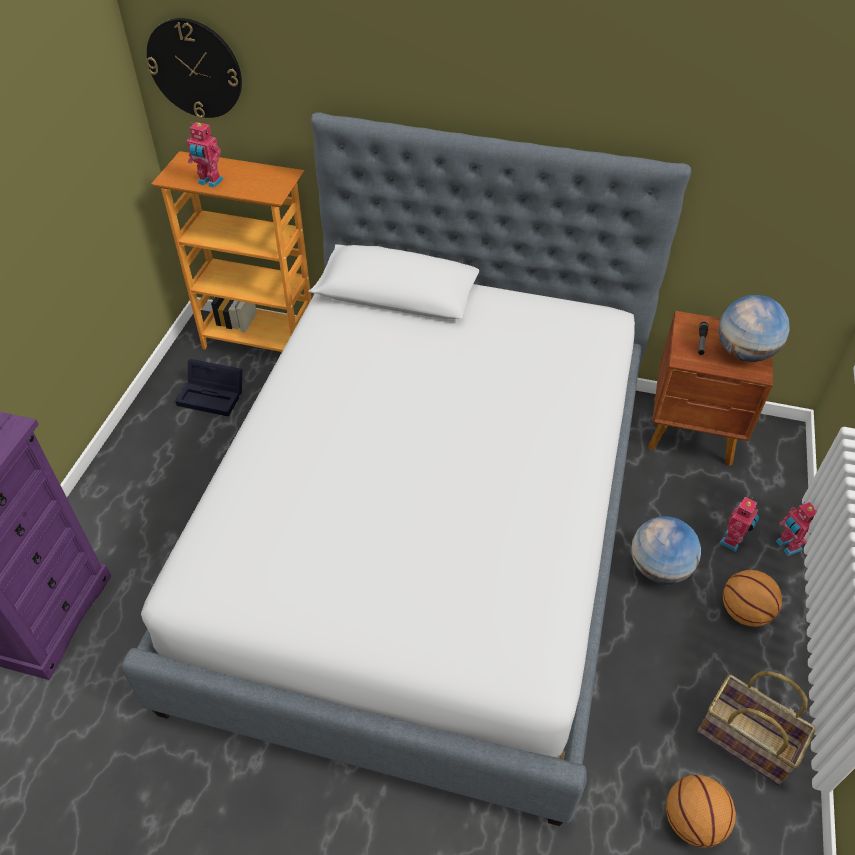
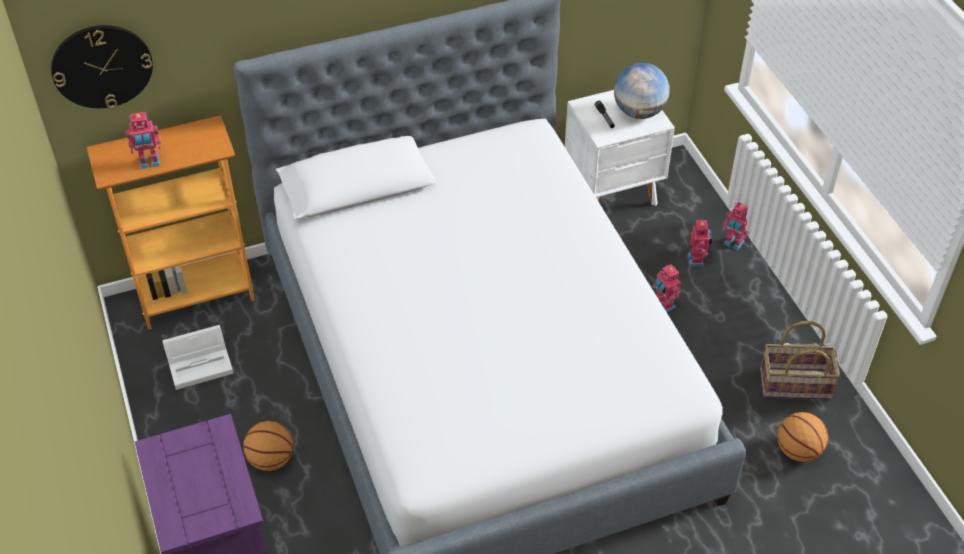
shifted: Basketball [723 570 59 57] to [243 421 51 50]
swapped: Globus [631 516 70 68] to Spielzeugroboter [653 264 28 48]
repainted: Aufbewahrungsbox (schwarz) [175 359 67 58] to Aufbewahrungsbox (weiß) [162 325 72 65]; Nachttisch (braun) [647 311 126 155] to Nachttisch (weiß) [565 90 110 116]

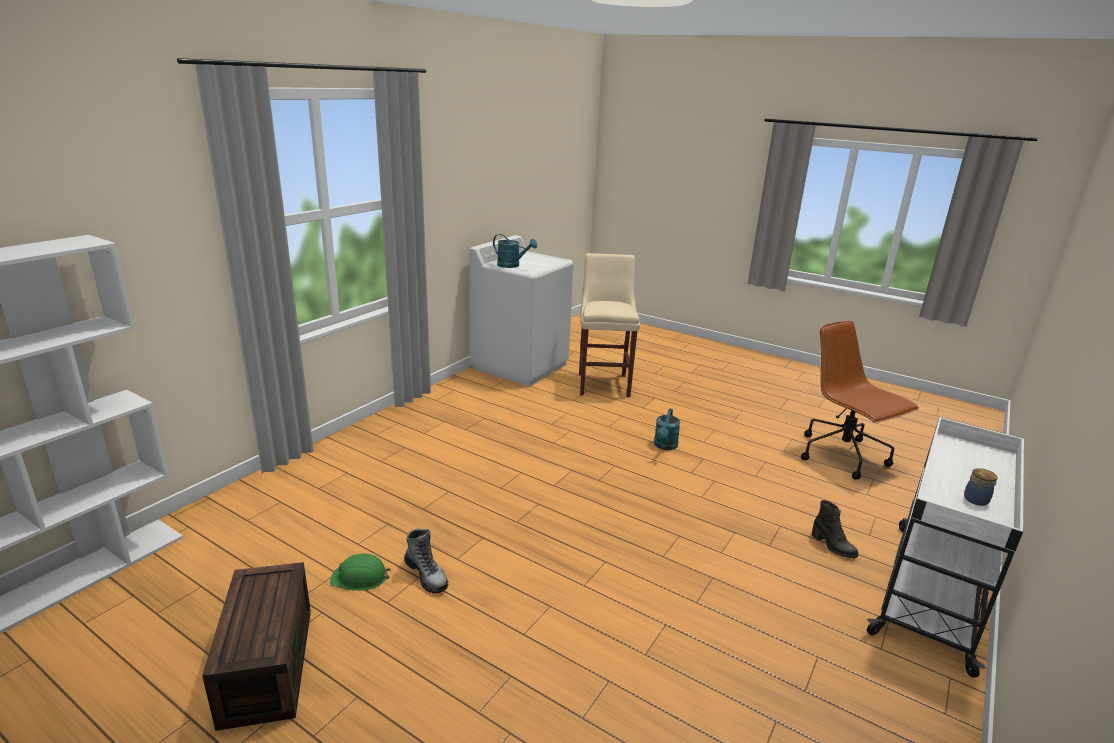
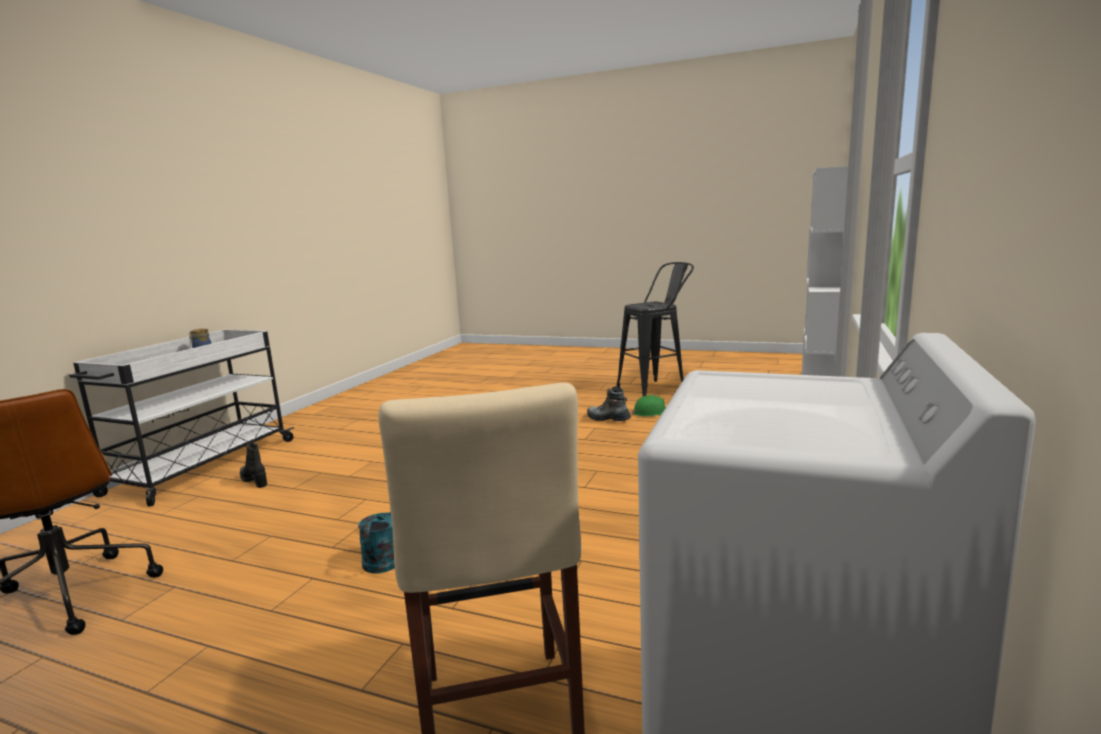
gone: Gießkanne (türkis) [493 234 44 34]
swapped: Aufbewahrungsbox (braun) [202 562 109 169] to Hocker (schwarz) [617 262 77 134]

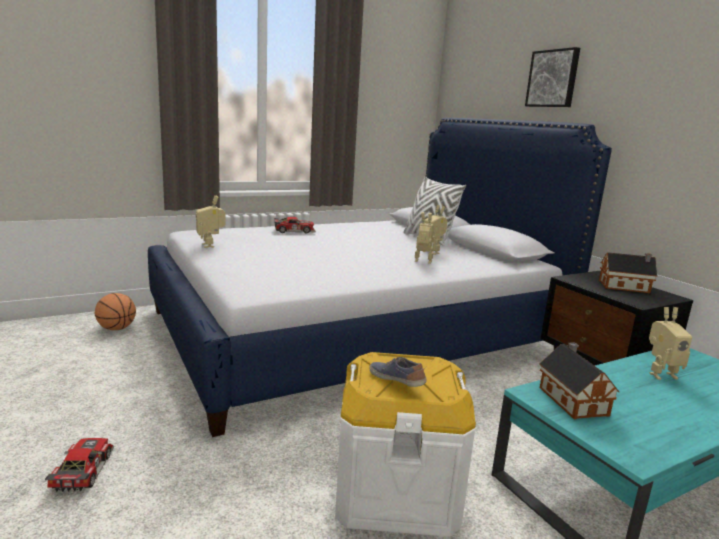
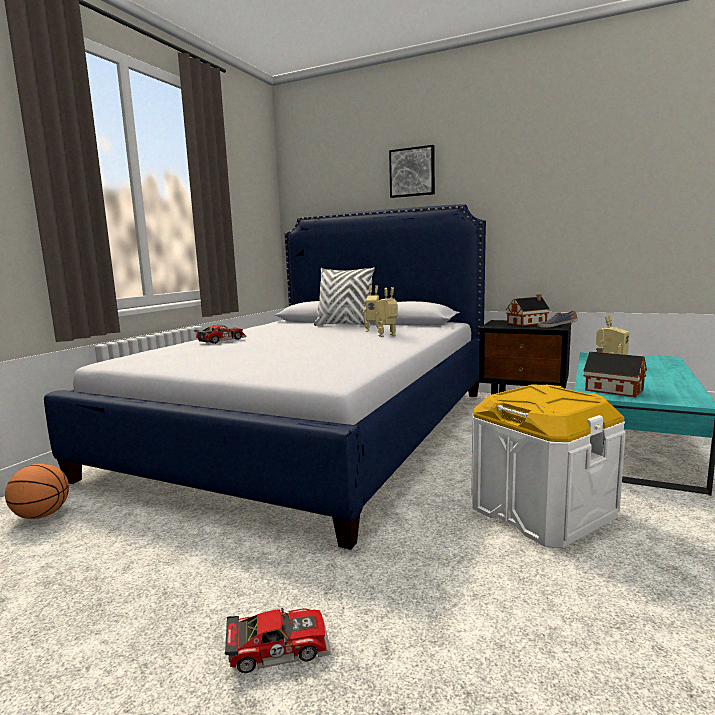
gone: Spielzeugroboter [196 195 30 53]
shifted: Schuh [369 357 58 30] to [537 310 41 18]
rotated: Spielzeugauto [45 438 69 54] = [225 608 106 65] 120 degrees clockwise

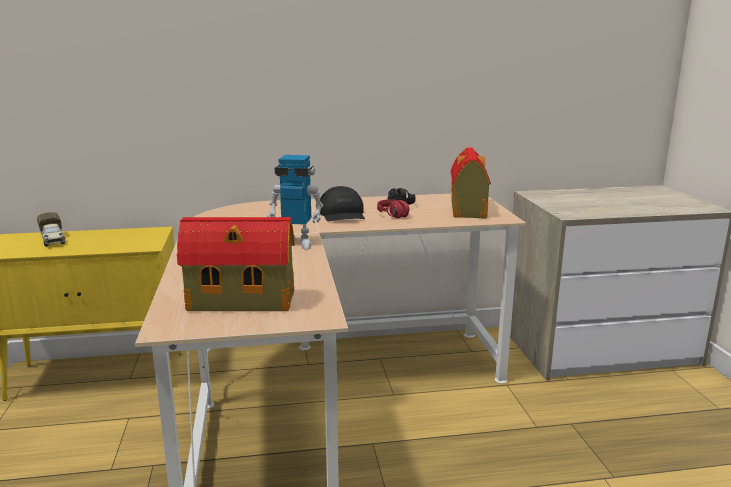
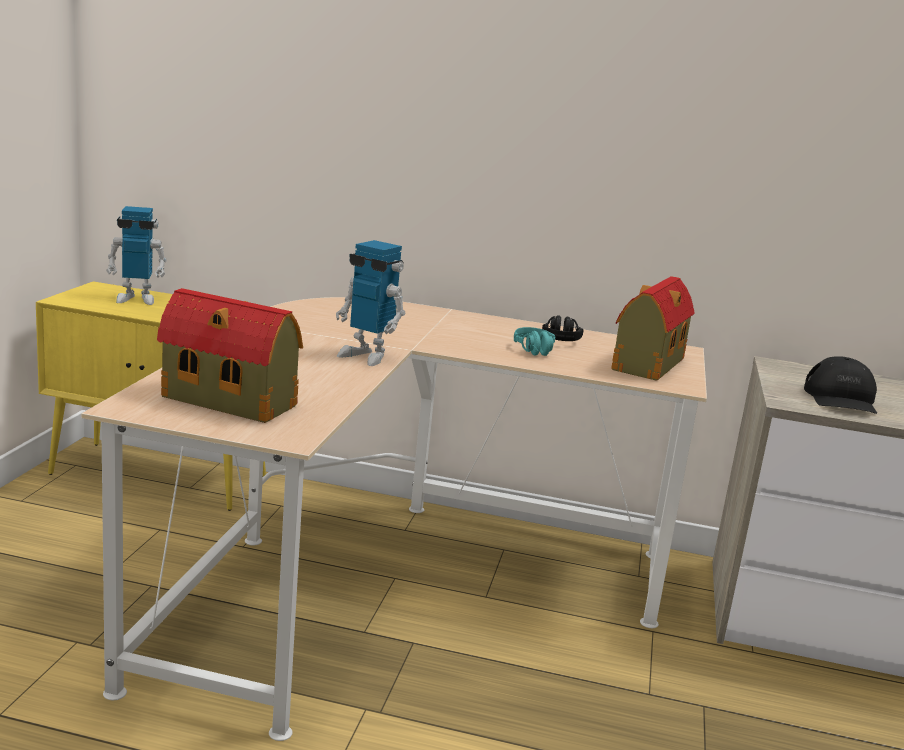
shifted: Kappe (schwarz) [320 186 45 35] to [804 356 73 58]
swapped: Spielzeuglaster [37 212 28 35] to Spielzeugroboter [106 206 61 99]
repainted: Kopfhörer (rot) [377 199 33 19] to Kopfhörer (türkis) [514 327 41 29]

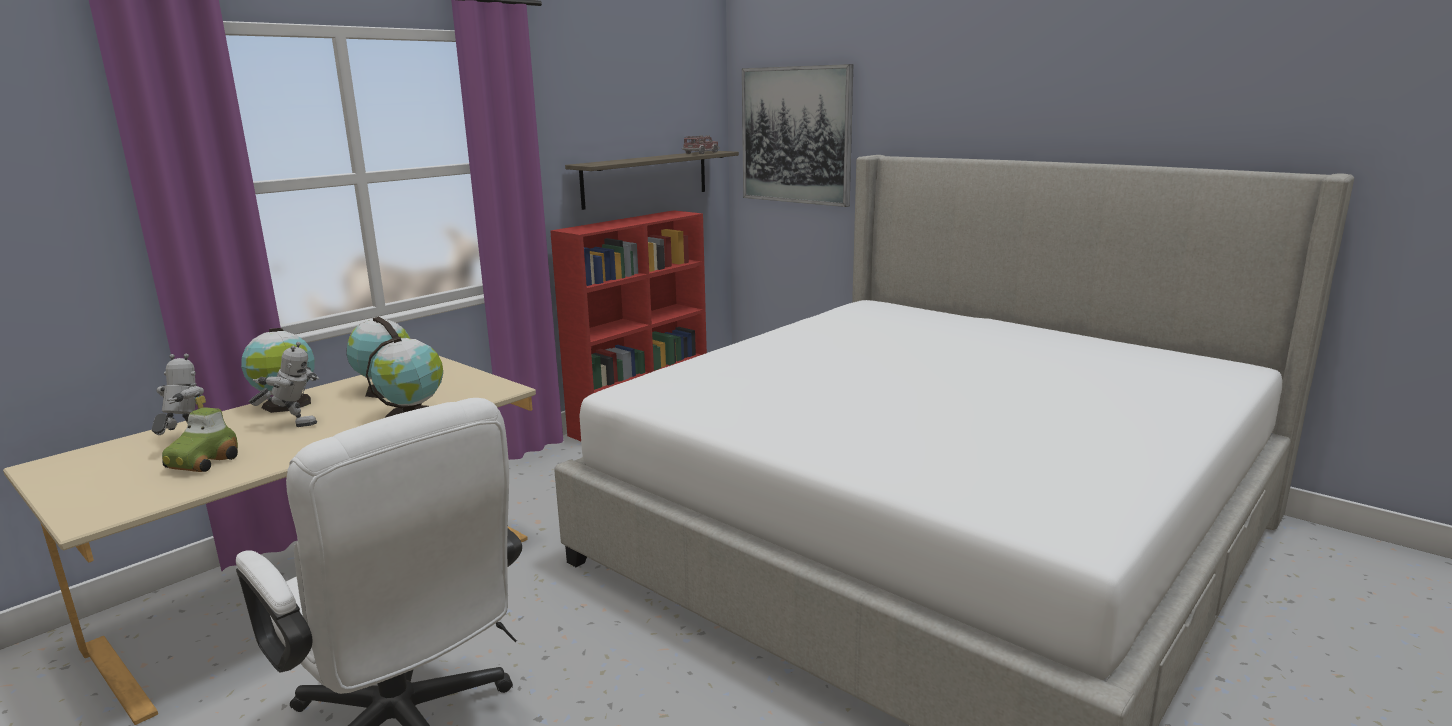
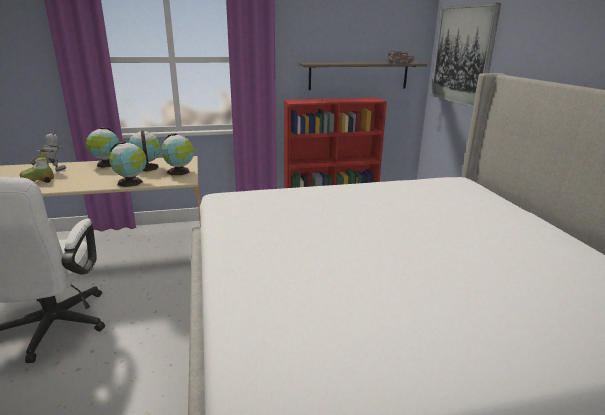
gone: Spielzeugroboter [249 342 71 85]
new: Globus [162 134 32 41]

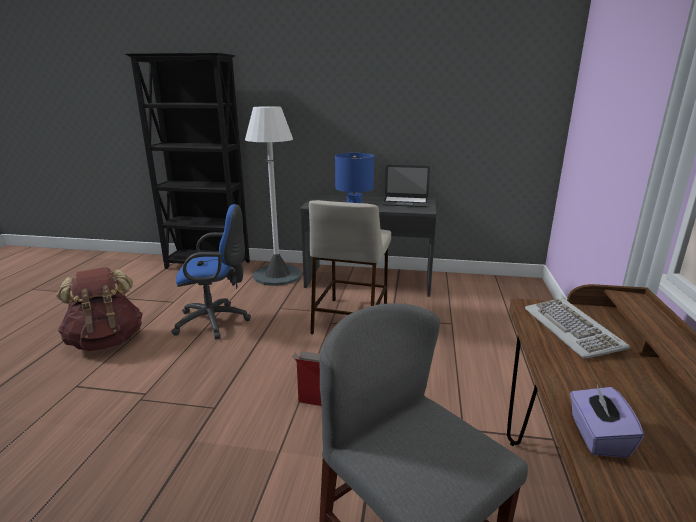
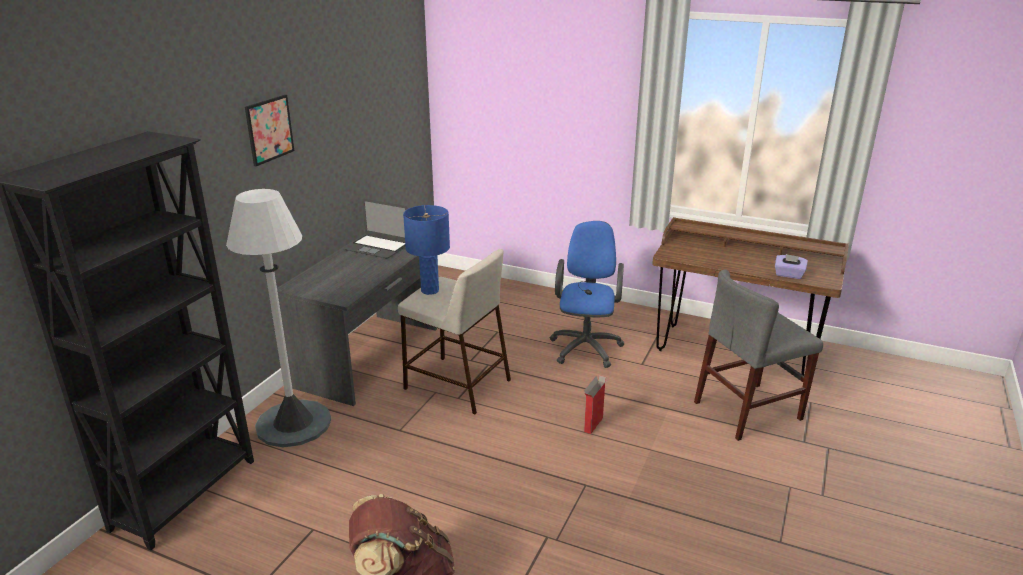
gone: Tastatur [525 298 105 61]
new: Bild [245 95 49 71]
shifted: Bürostuhl (blau) [171 204 80 135] to [550 221 74 147]
rotated: Laptop [382 165 48 42] = [343 199 64 59] 90 degrees clockwise

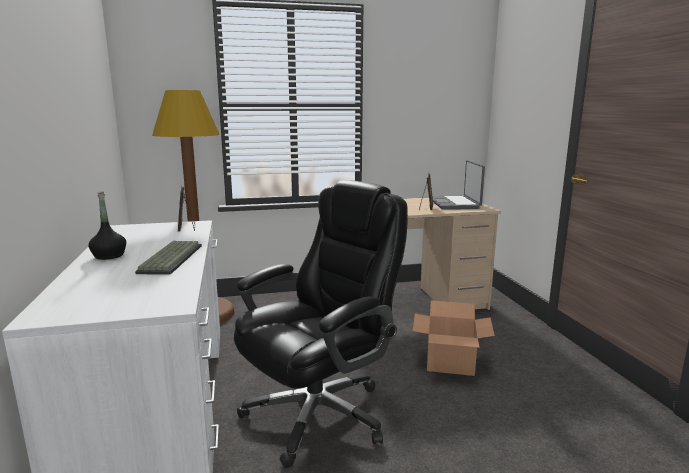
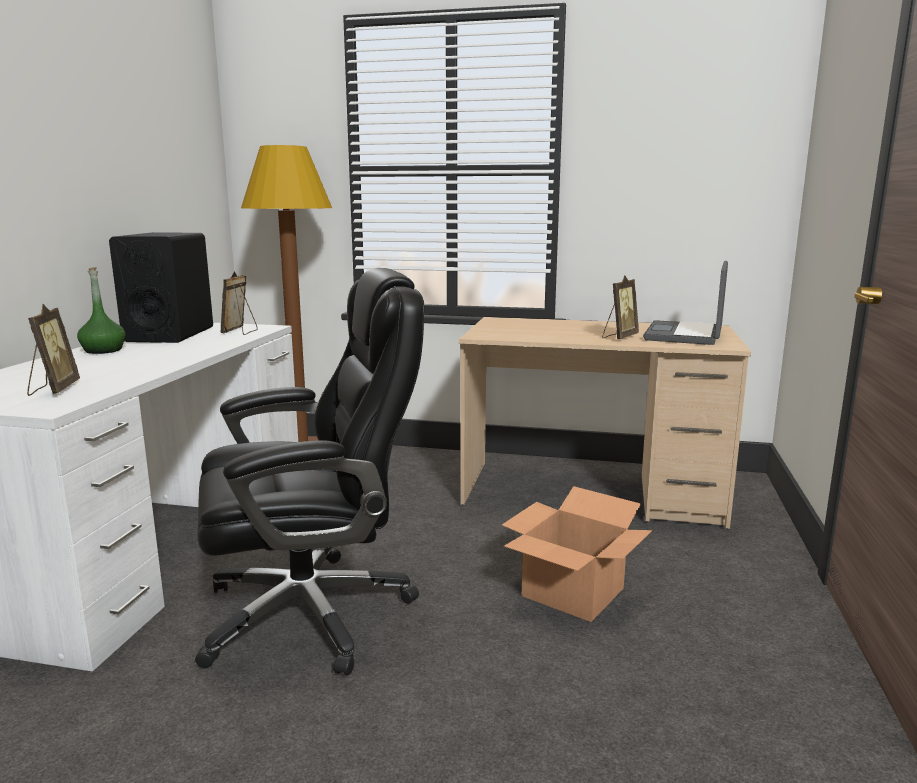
gone: Tastatur [135 241 67 34]
new: Bilderrahmen [27 304 53 92]; Lautsprecher (schwarz) [109 232 104 111]
repainted: Flasche (schwarz) [88 191 38 69] to Flasche (grün) [77 267 49 87]

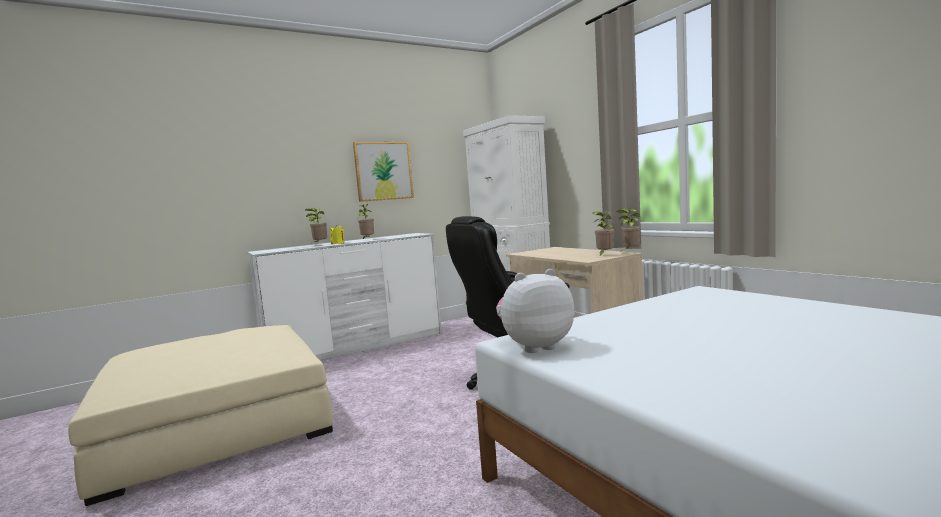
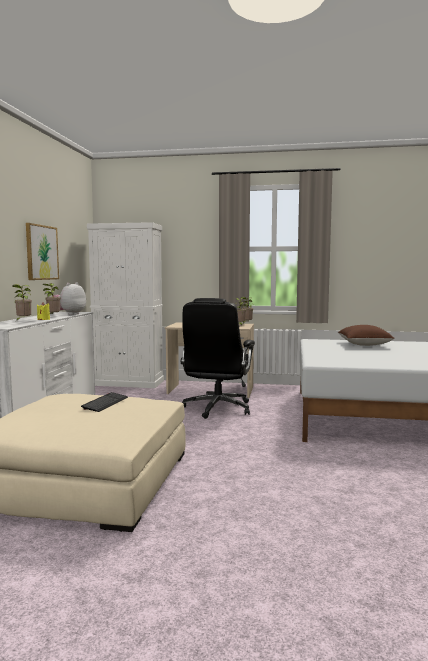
new: Tastatur [81 392 47 20]; Kissen (braun) [338 325 57 21]
shifted: Plüschtier [496 269 78 84] to [53 282 33 33]

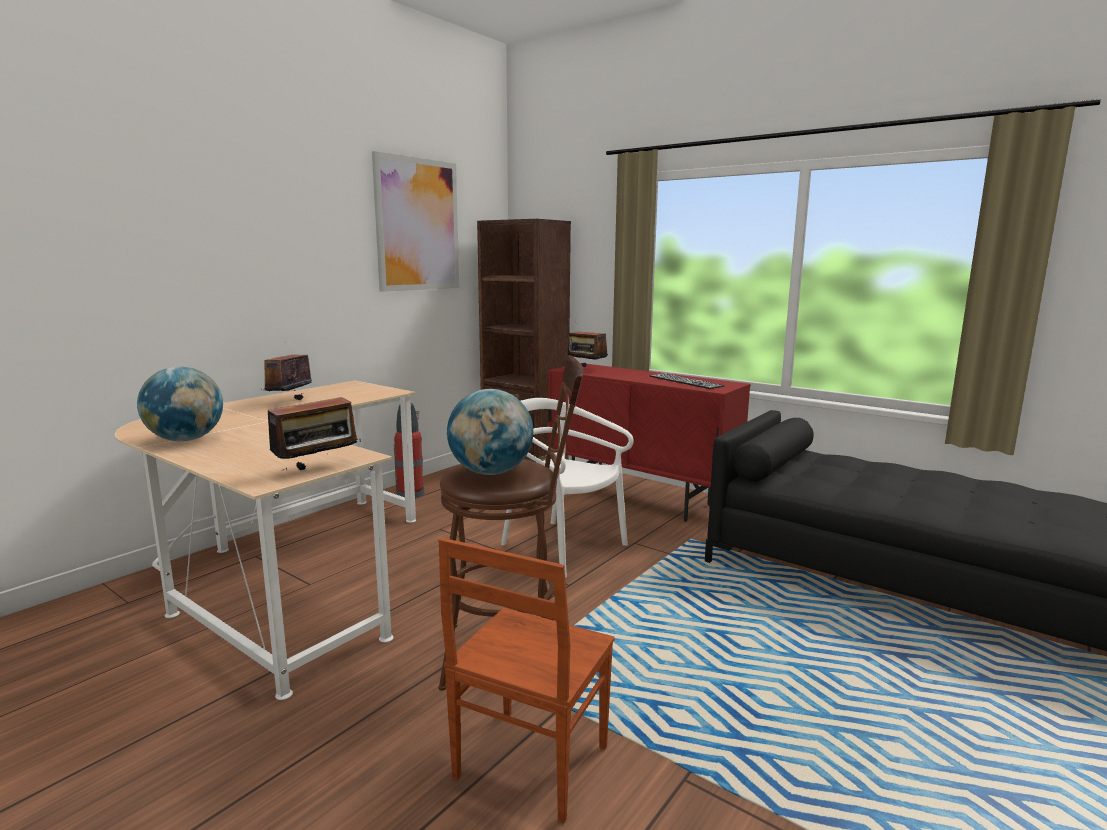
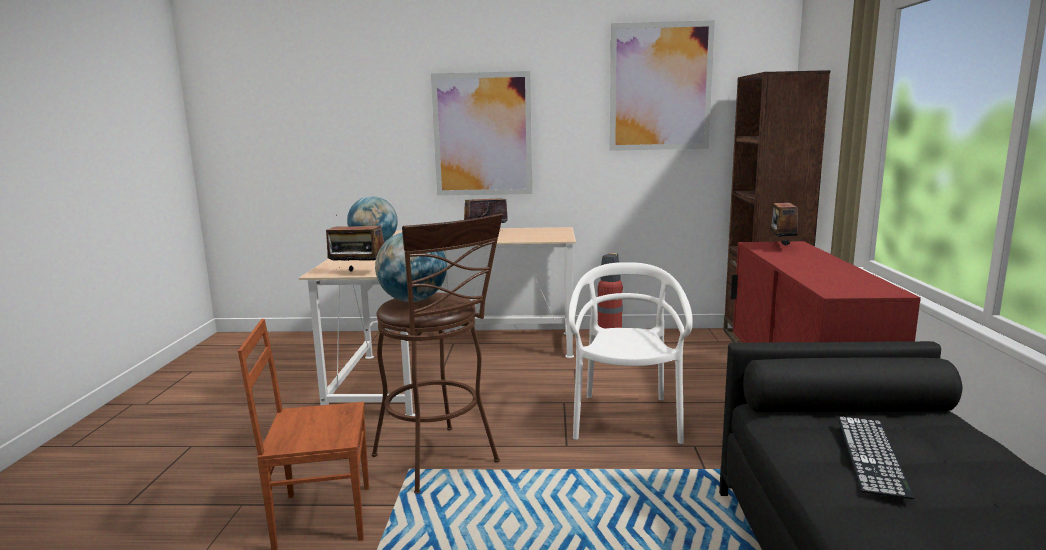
new: Bild [431 71 101 125]
shifted: Tastatur [650 373 75 16] to [838 416 77 83]

